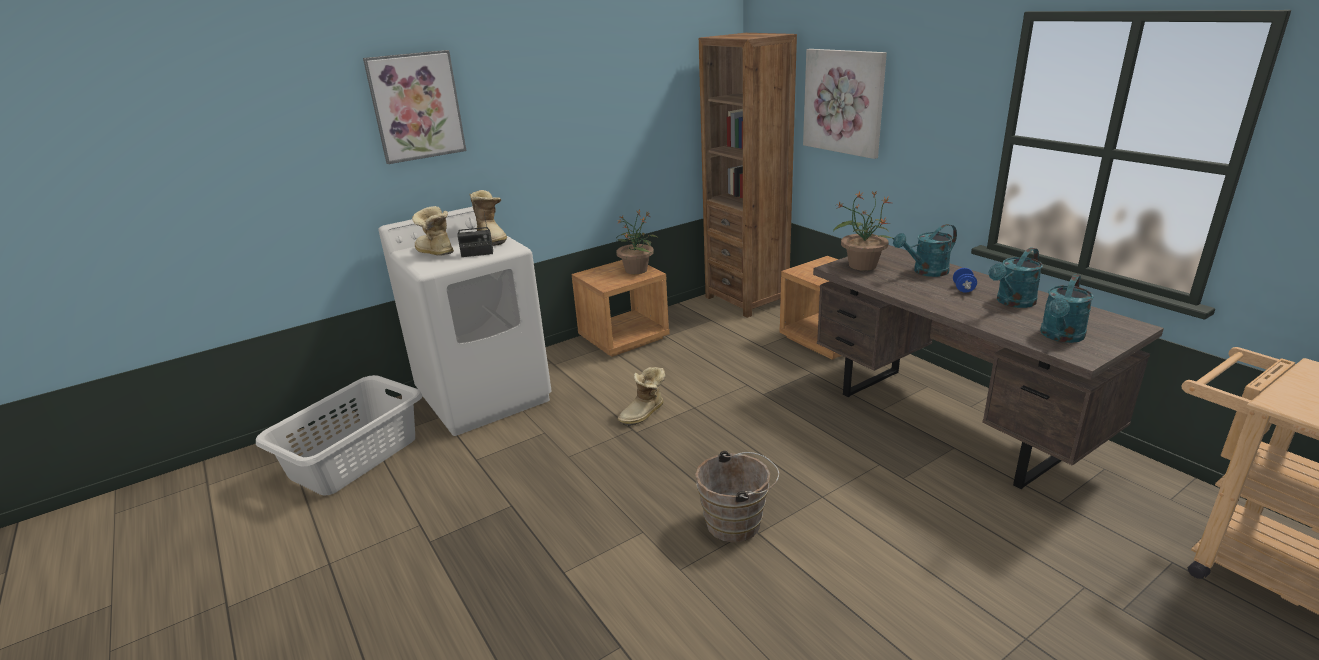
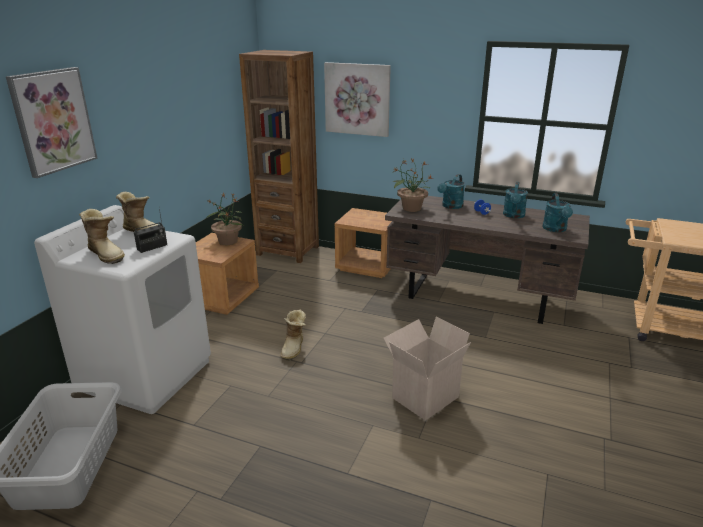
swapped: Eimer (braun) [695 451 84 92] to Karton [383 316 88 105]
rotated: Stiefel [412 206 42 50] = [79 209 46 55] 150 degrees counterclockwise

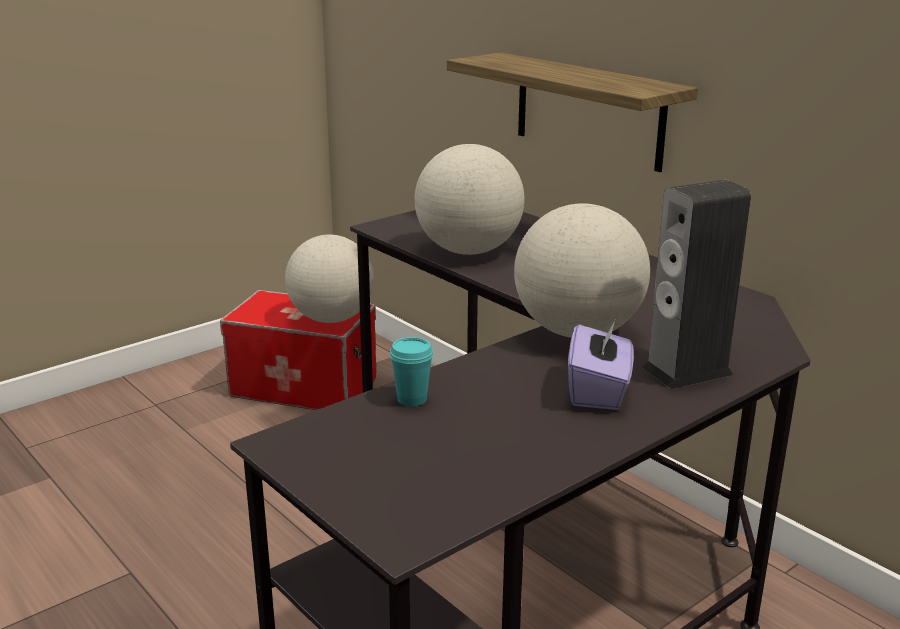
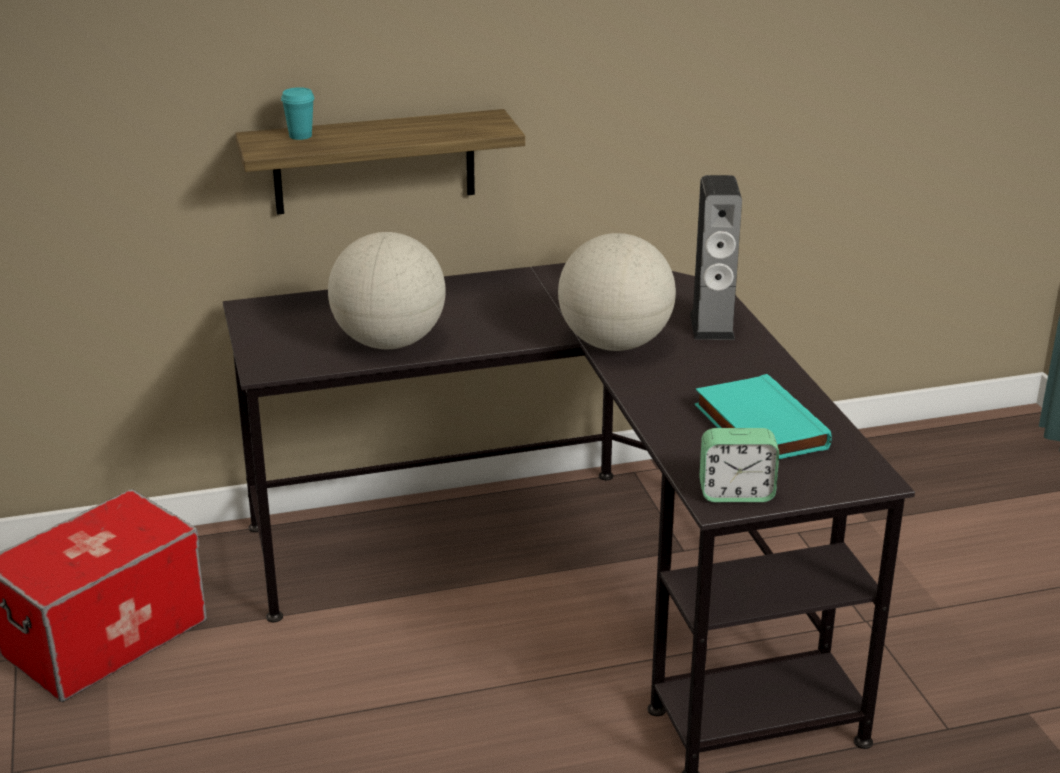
gone: Globus [285 235 89 88]; Taschentuchbox (lila) [568 318 66 92]
new: Buch (türkis) [695 374 137 85]; Wecker [699 428 80 74]
shifted: Tasse (türkis) [390 337 43 69] to [281 87 33 53]

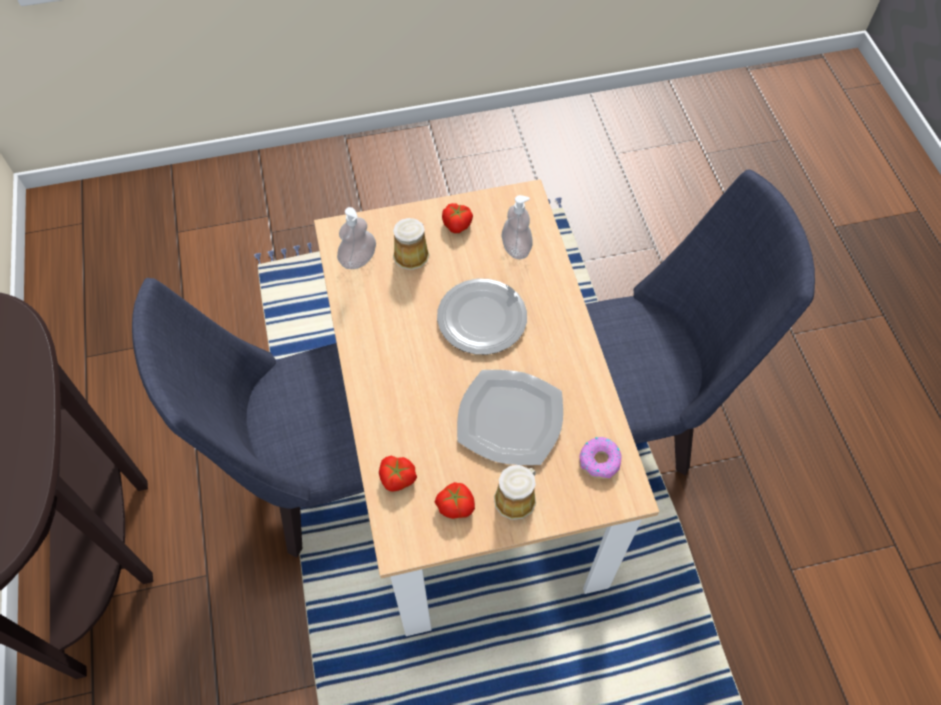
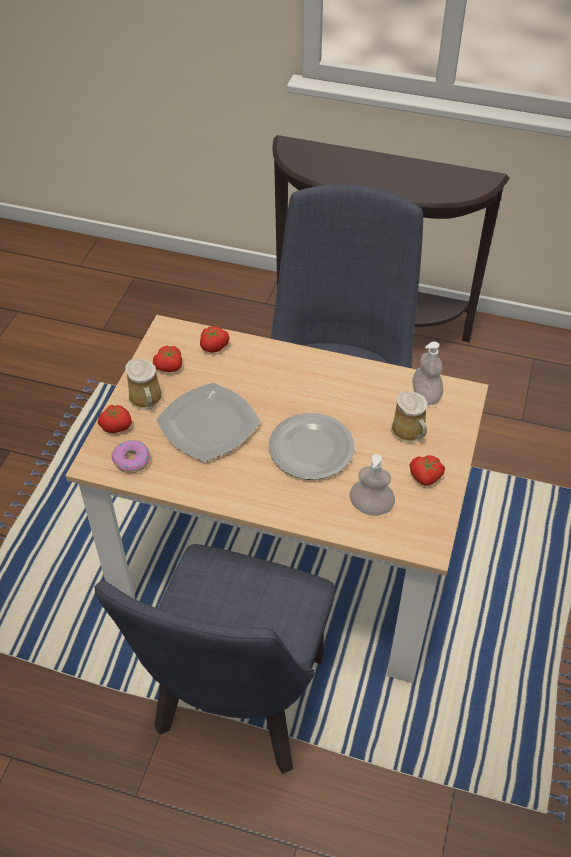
new: Tomate [98 405 34 28]

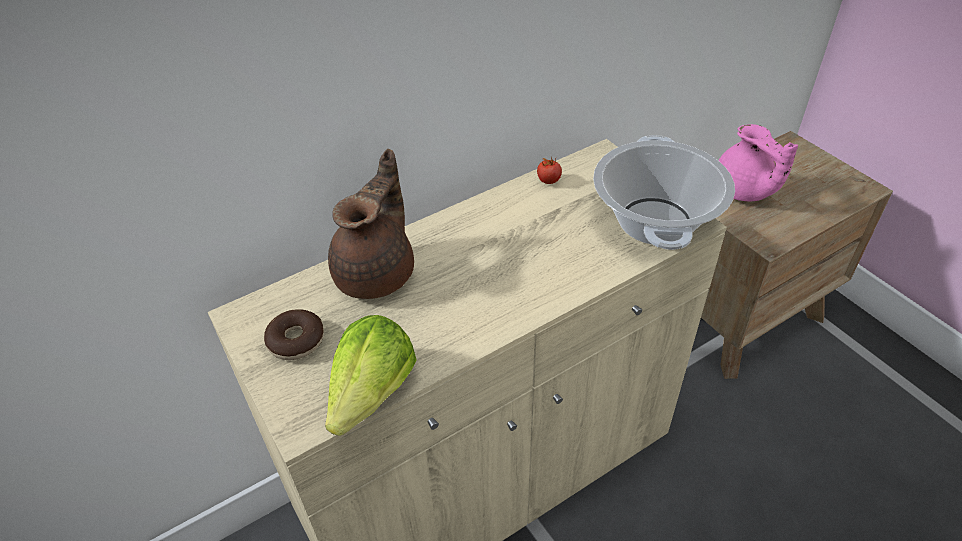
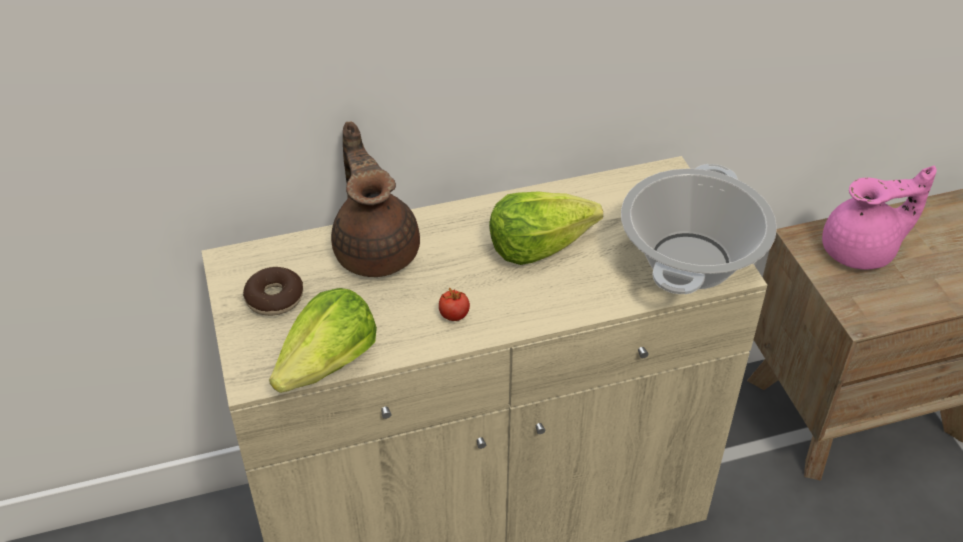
new: Salatkopf [489 191 114 74]
shifted: Tomate [537 156 25 28] to [439 288 31 33]
rotated: Teekanne (braun) [328 149 86 150] = [331 122 89 155] 60 degrees counterclockwise; Teekanne (rosa) [718 124 80 78] = [822 166 115 103] 90 degrees counterclockwise

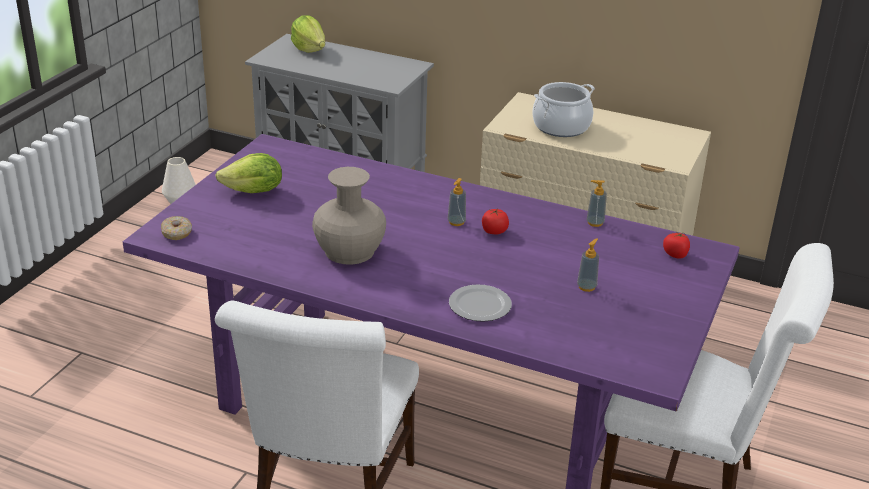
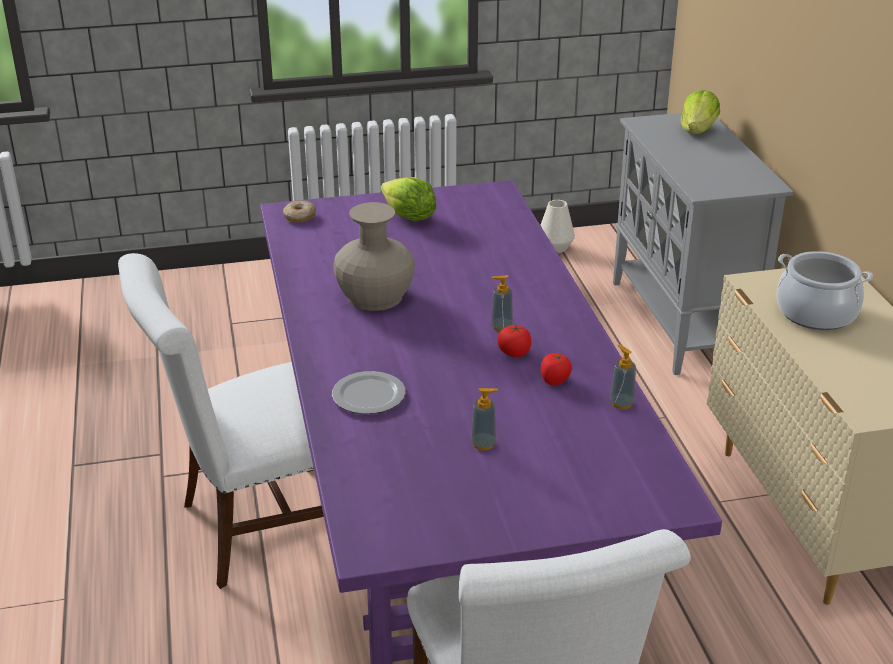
shifted: Tomate [663 231 27 28] to [541 353 31 32]

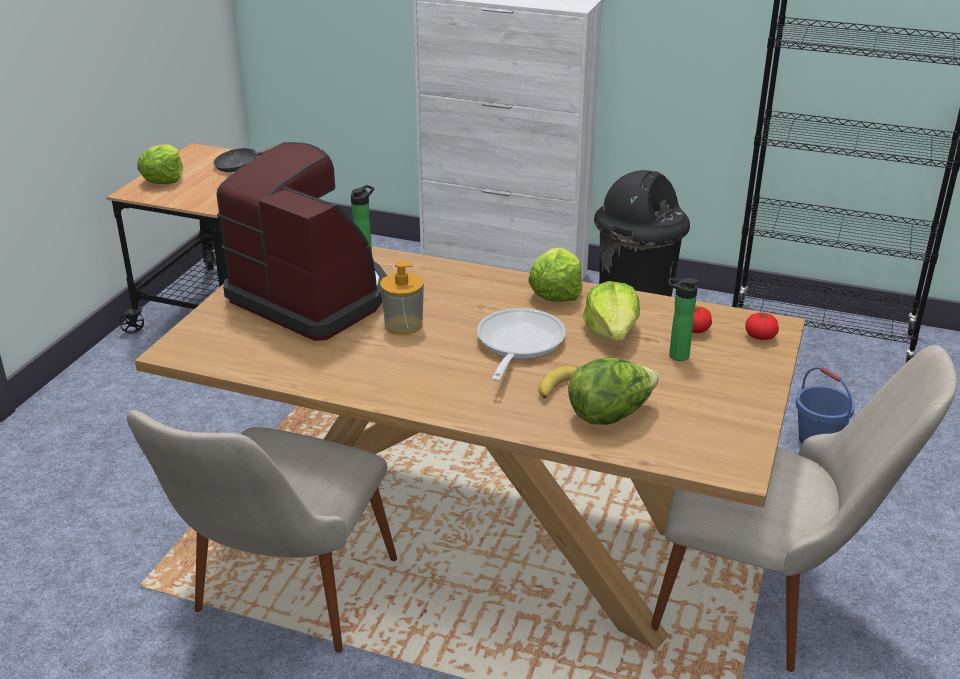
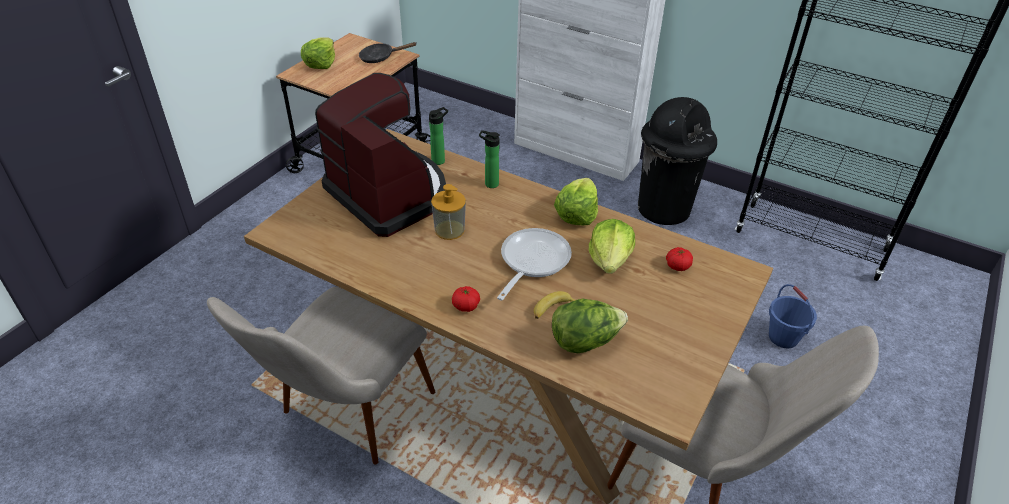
shifted: Flasche [669 278 30 83] to [479 130 21 58]; Tomate [745 312 34 28] to [452 286 28 26]

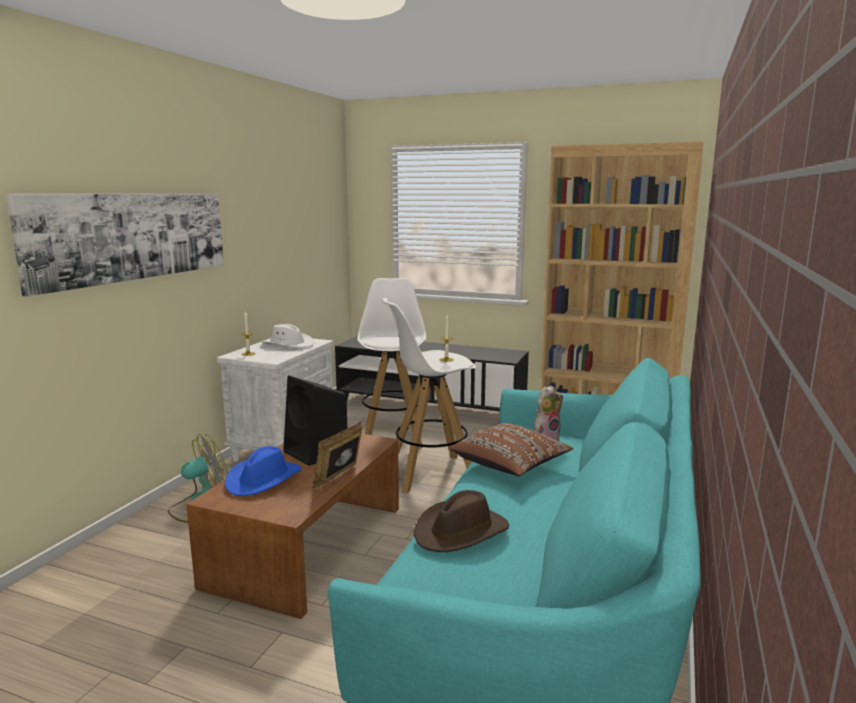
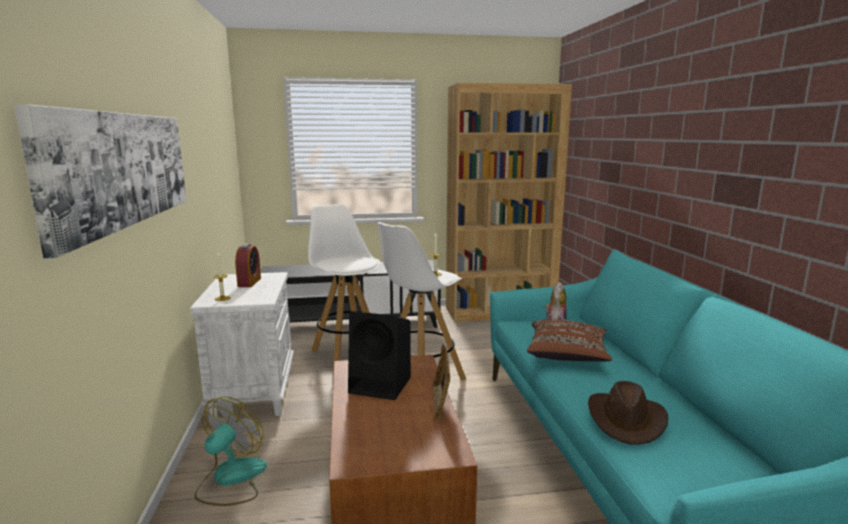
gone: Hut (blau) [225 446 77 50]
swapped: Hut (weiß) [261 324 54 24] to Wecker [235 244 26 43]

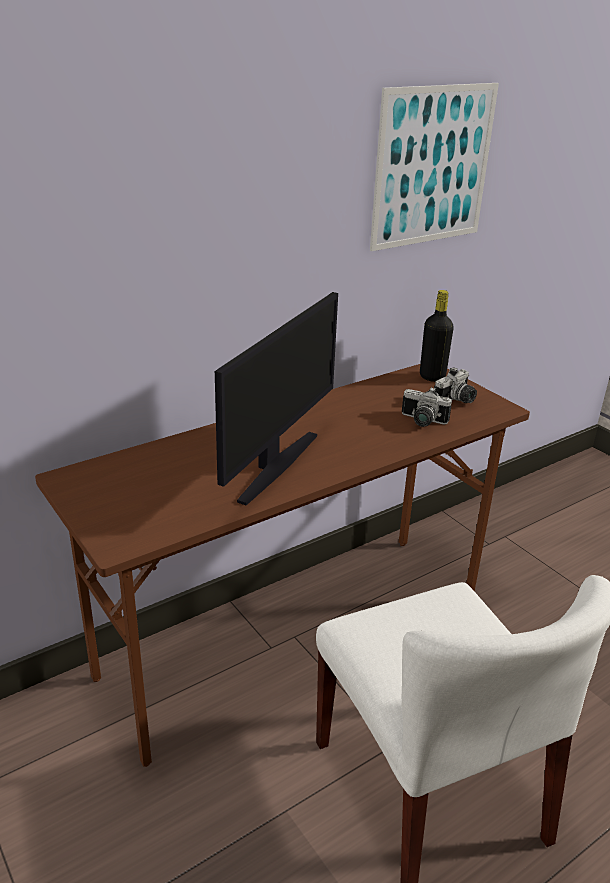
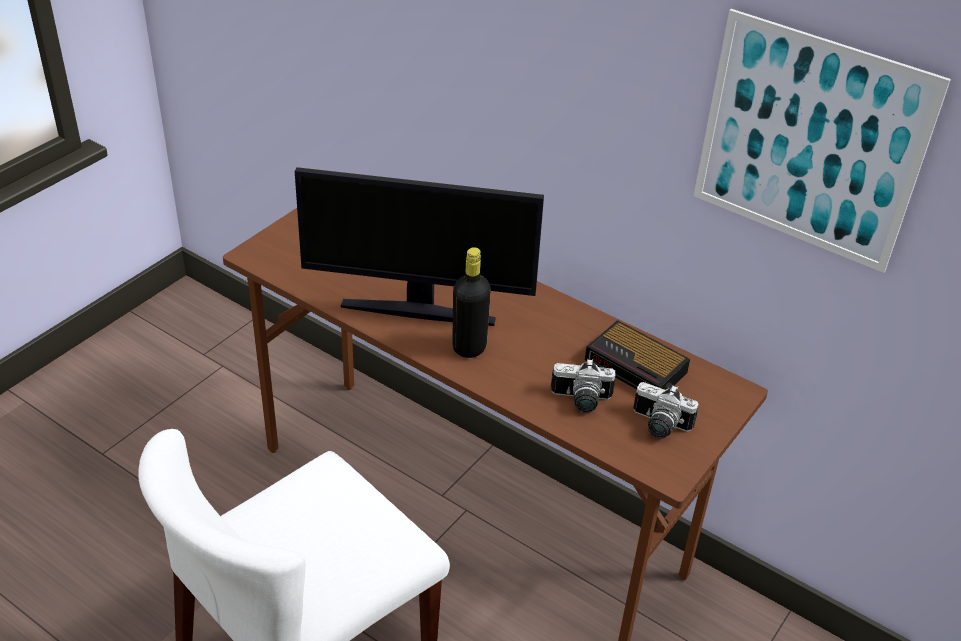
new: Wecker [585 320 105 70]
shifted: Flasche (schwarz) [420 290 34 92] to [452 247 39 111]
rotated: Kamera [402 387 50 40] = [551 359 65 54] 90 degrees counterclockwise

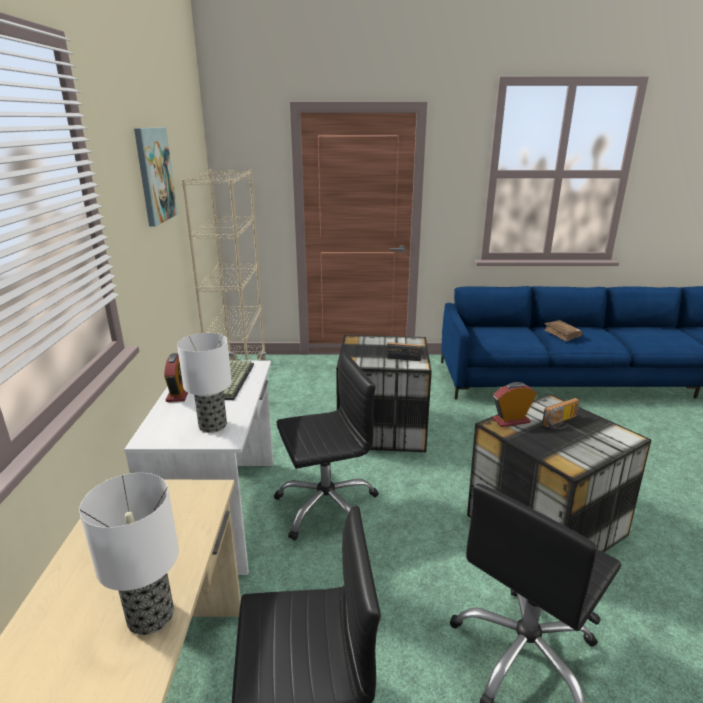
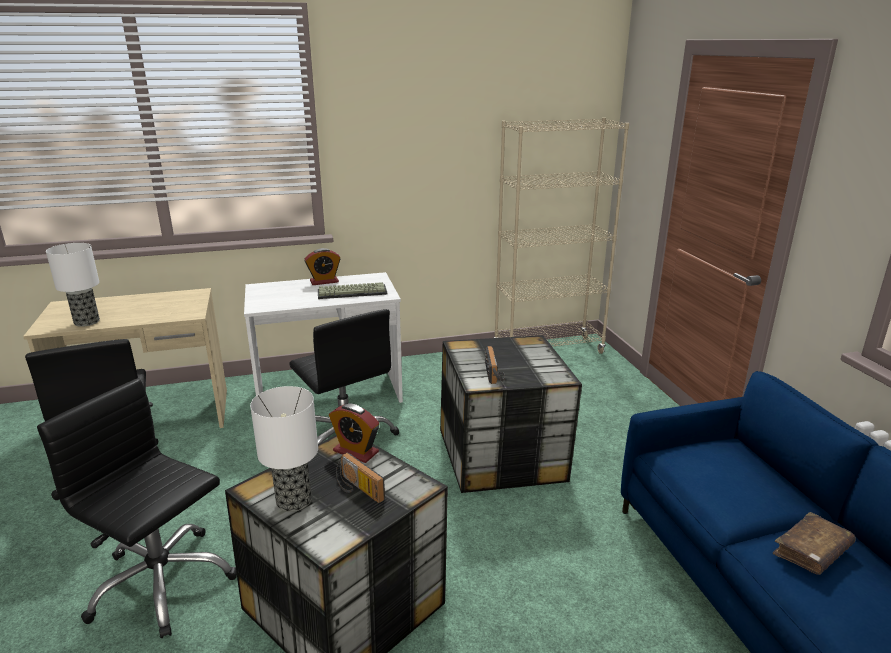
gone: Bild [134 127 44 100]
shifted: Tischlampe [177 333 55 100] to [250 386 68 126]
rotated: Wecker [493 382 44 45] = [329 403 50 60] 150 degrees clockwise

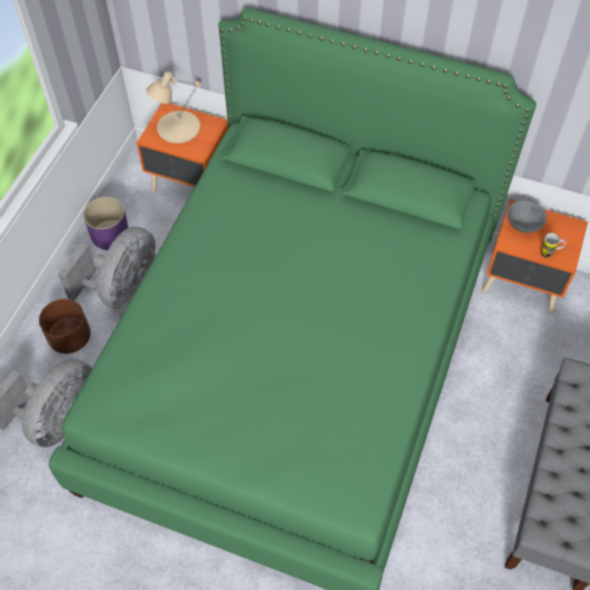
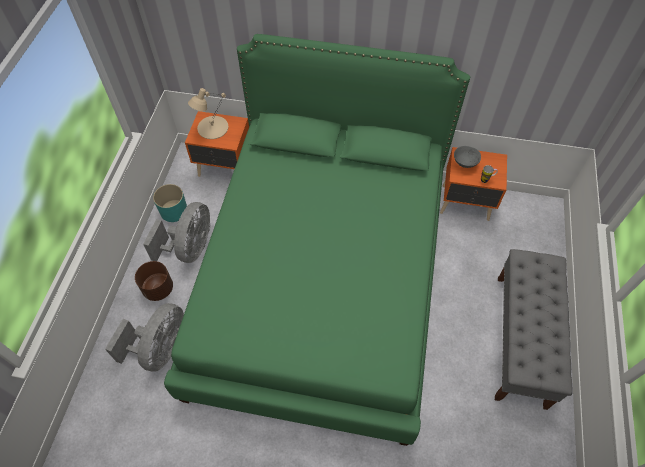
repainted: Pflanzkübel (lila) [83 197 45 53] to Pflanzkübel (türkis) [153 184 34 38]

